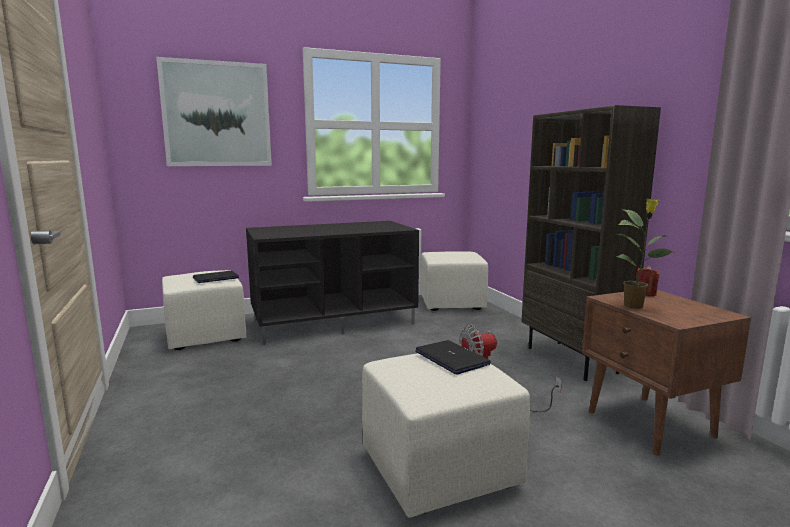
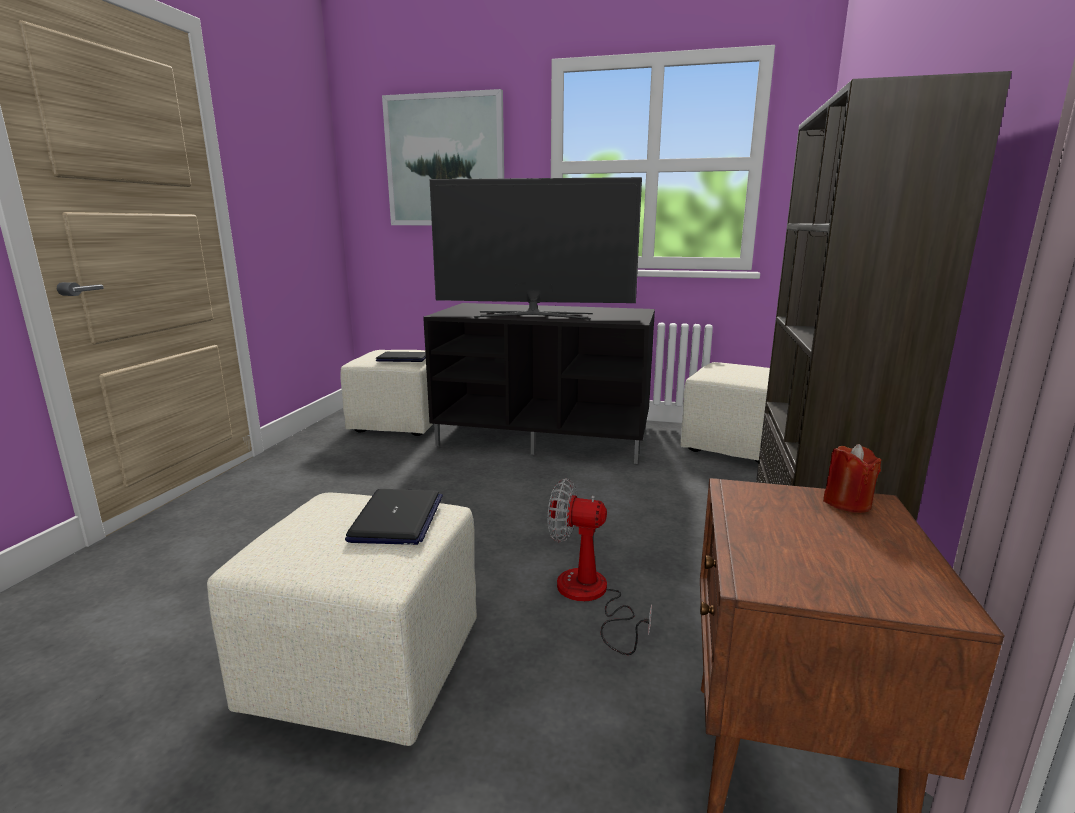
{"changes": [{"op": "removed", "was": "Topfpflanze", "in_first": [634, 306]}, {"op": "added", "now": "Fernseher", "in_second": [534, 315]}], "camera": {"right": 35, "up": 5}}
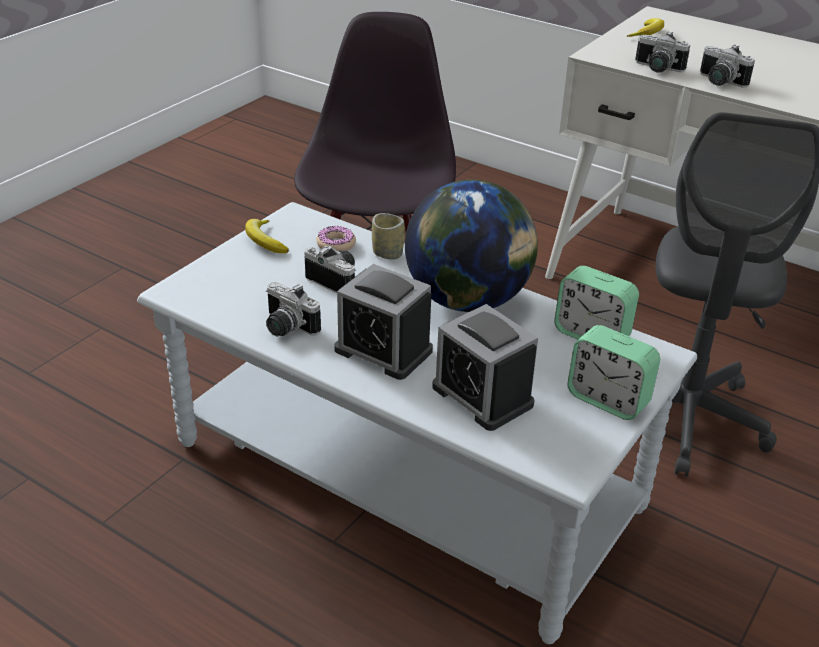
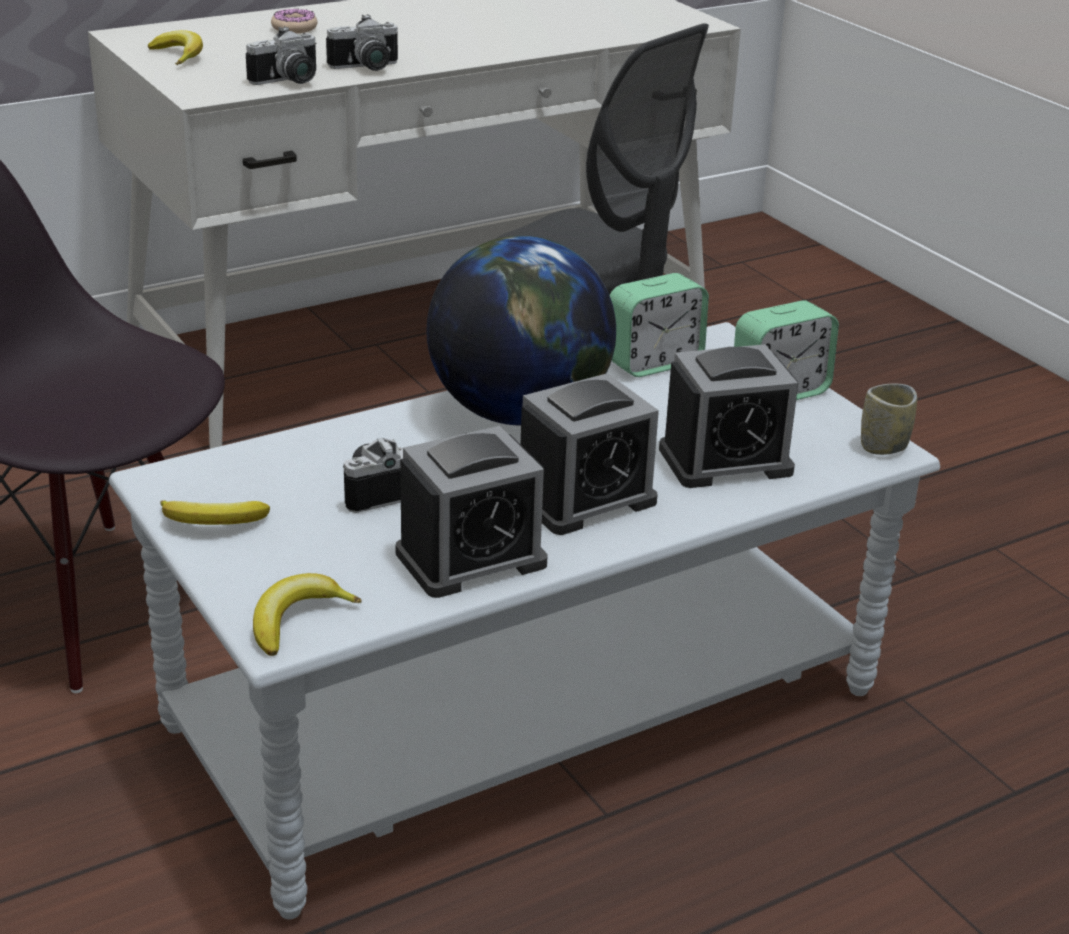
{"changes": [{"op": "moved", "was": "Tasse", "in_first": [387, 253], "in_second": [883, 446]}, {"op": "moved", "was": "Donut", "in_first": [336, 244], "in_second": [294, 28]}, {"op": "replaced", "was": "Kamera", "now": "Wecker", "in_first": [285, 327], "in_second": [471, 559]}, {"op": "added", "now": "Banane", "in_second": [297, 621]}], "camera": {"right": -65, "up": -5}}
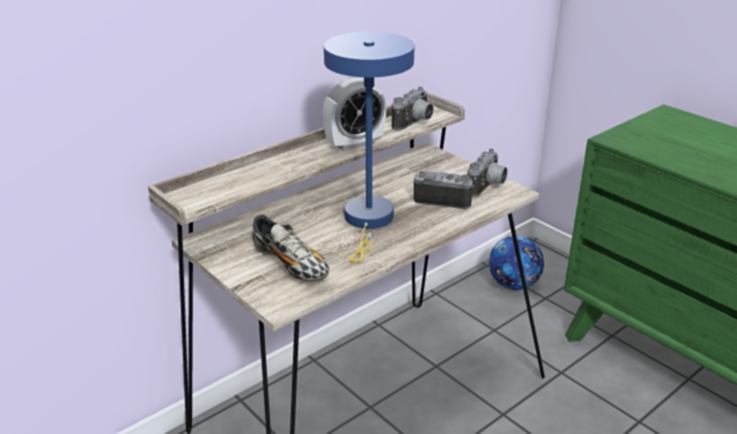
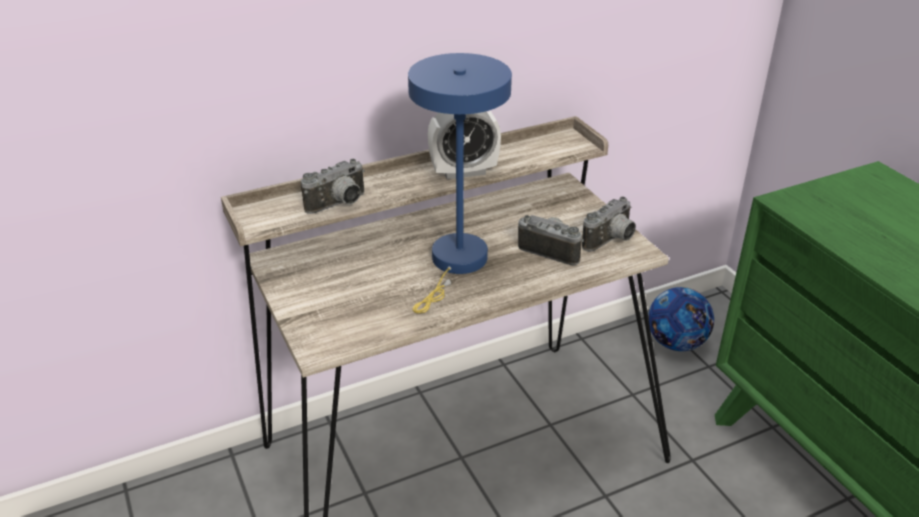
{"changes": [{"op": "moved", "was": "Kamera", "in_first": [415, 123], "in_second": [339, 205]}, {"op": "removed", "was": "Schuh", "in_first": [291, 266]}], "camera": {"right": 15, "up": 5}}
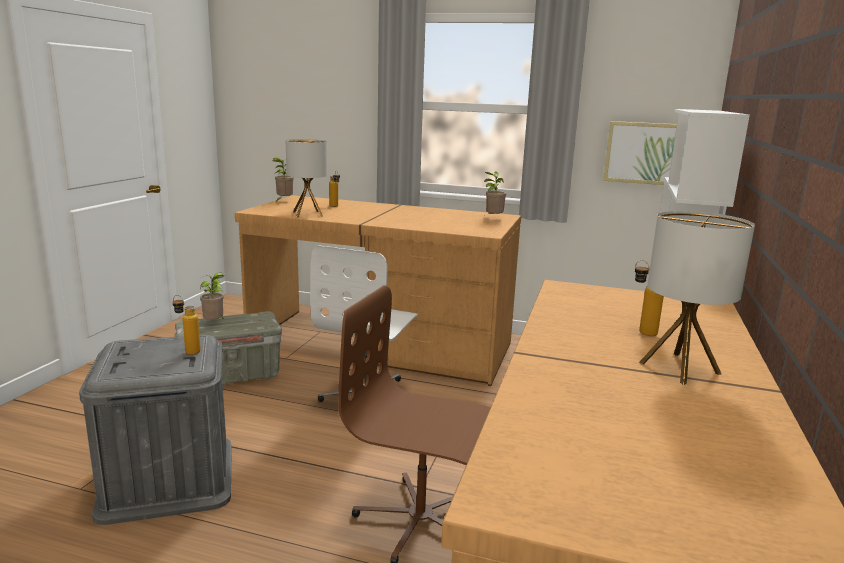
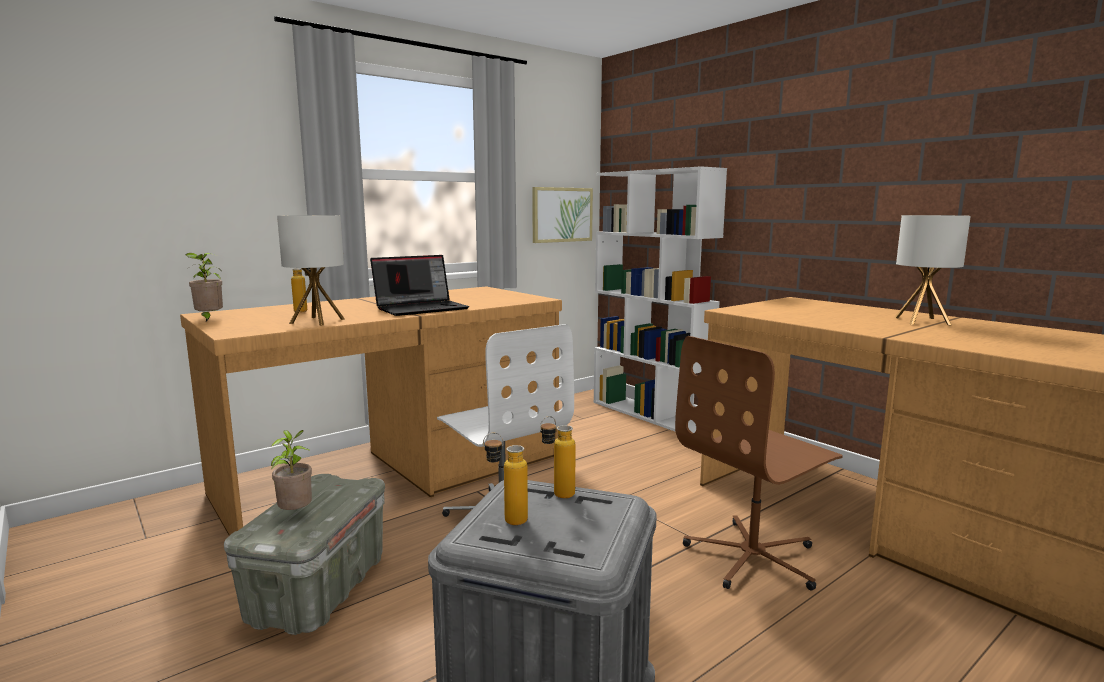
{"changes": [{"op": "removed", "was": "Topfpflanze", "in_first": [493, 218]}, {"op": "moved", "was": "Flasche", "in_first": [641, 331], "in_second": [506, 521]}, {"op": "added", "now": "Laptop", "in_second": [422, 308]}], "camera": {"right": -55, "up": -5}}
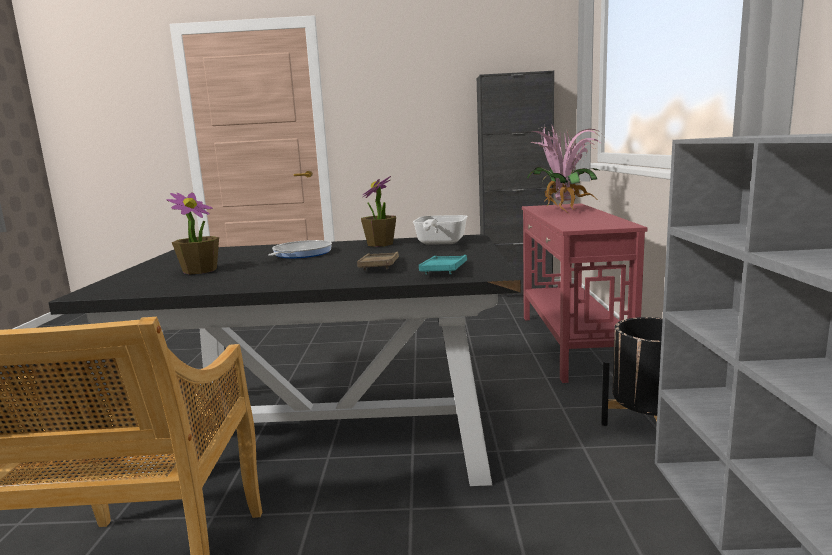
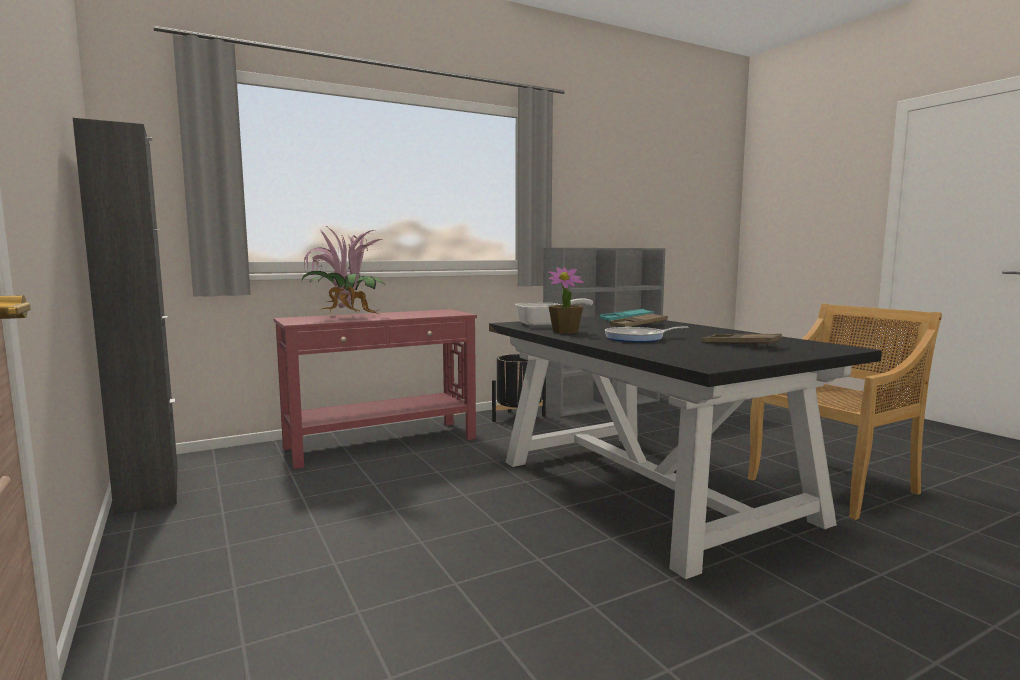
{"changes": [{"op": "replaced", "was": "Topfpflanze", "now": "Tablett (braun)", "in_first": [200, 270], "in_second": [740, 344]}], "camera": {"right": -120, "up": -5}}
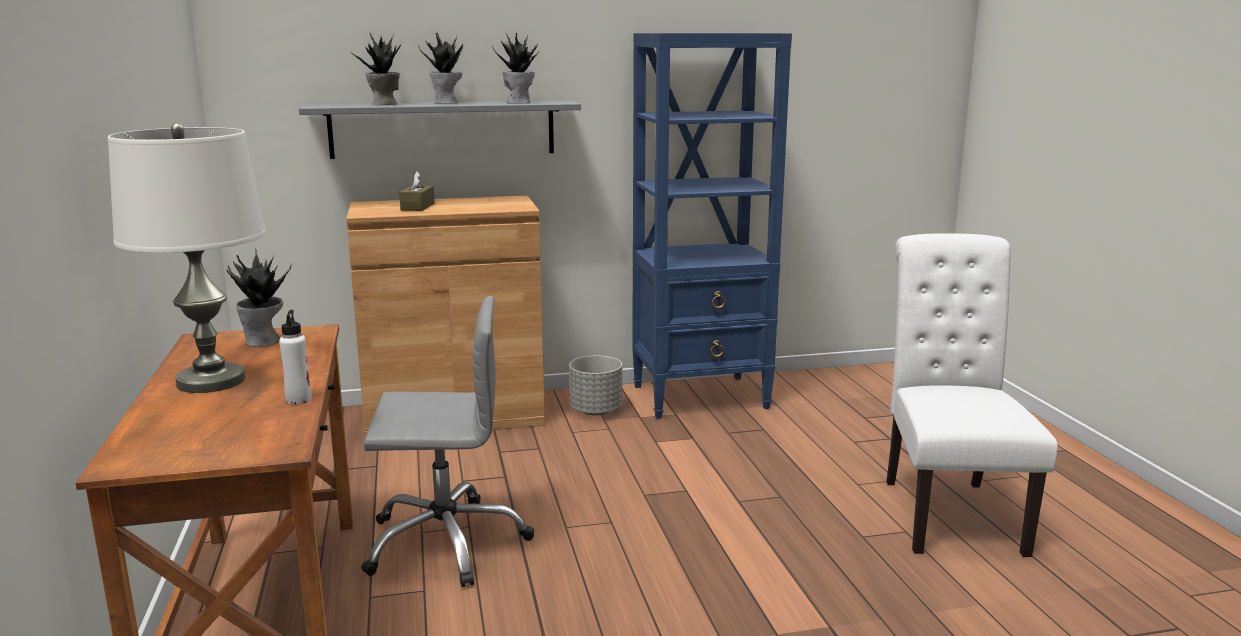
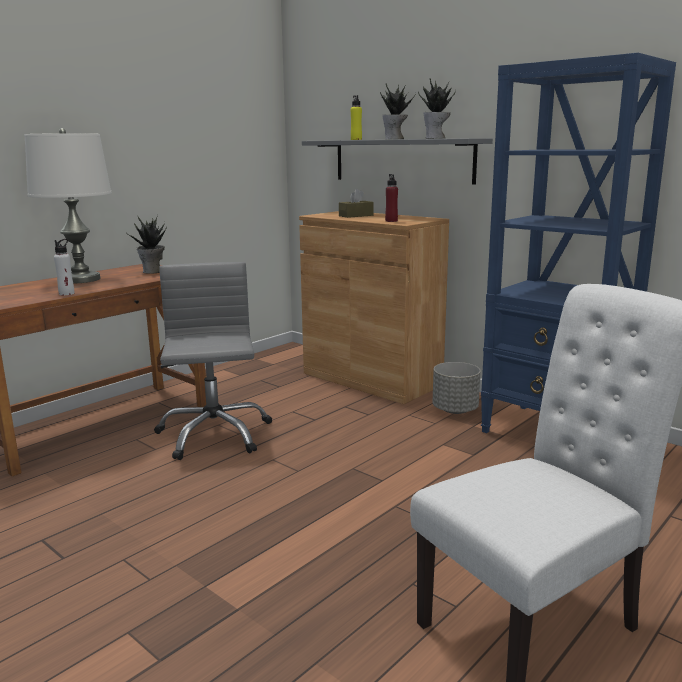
{"changes": [{"op": "replaced", "was": "Topfpflanze", "now": "Flasche (gelb)", "in_first": [384, 104], "in_second": [356, 139]}, {"op": "turned", "was": "Bürostuhl (grau)", "in_first": [446, 542], "in_second": [213, 434], "clockwise": -150}, {"op": "added", "now": "Flasche (rot)", "in_second": [391, 221]}], "camera": {"right": 55, "up": 0}}
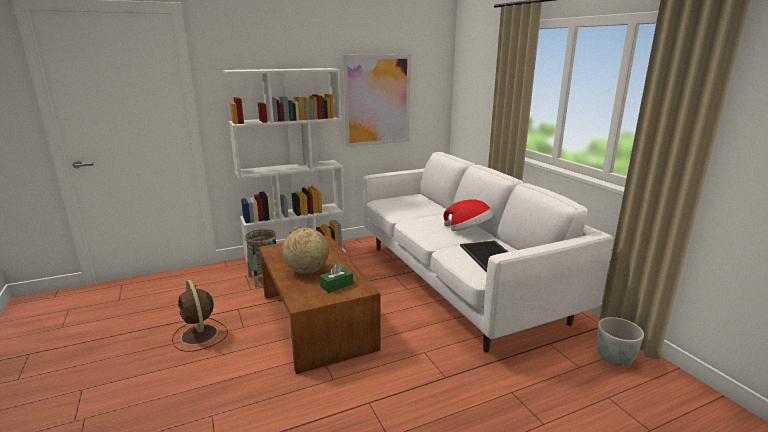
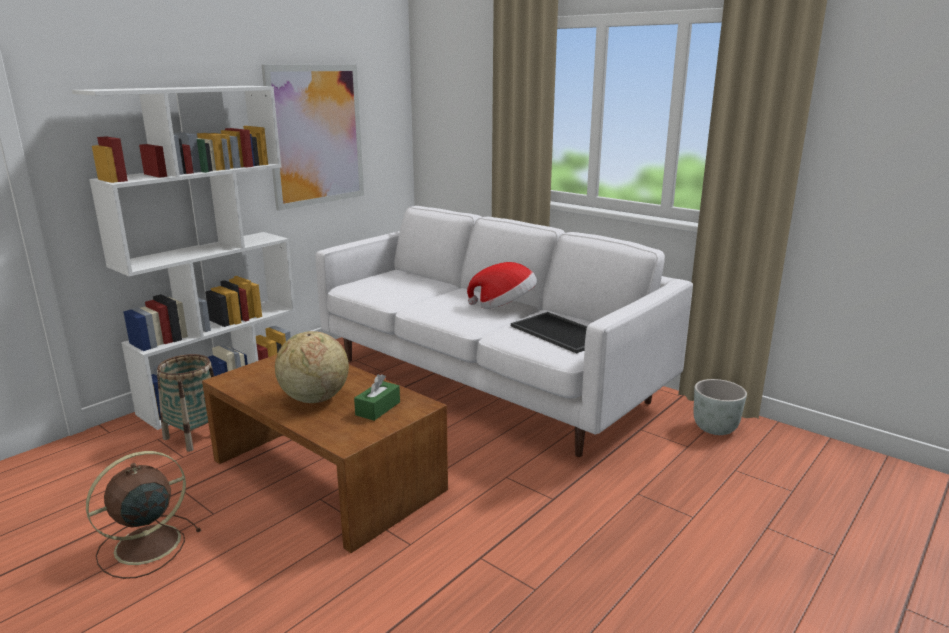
{"changes": [{"op": "turned", "was": "Ventilator (braun)", "in_first": [199, 335], "in_second": [144, 545], "clockwise": 105}], "camera": {"right": -25, "up": 0}}
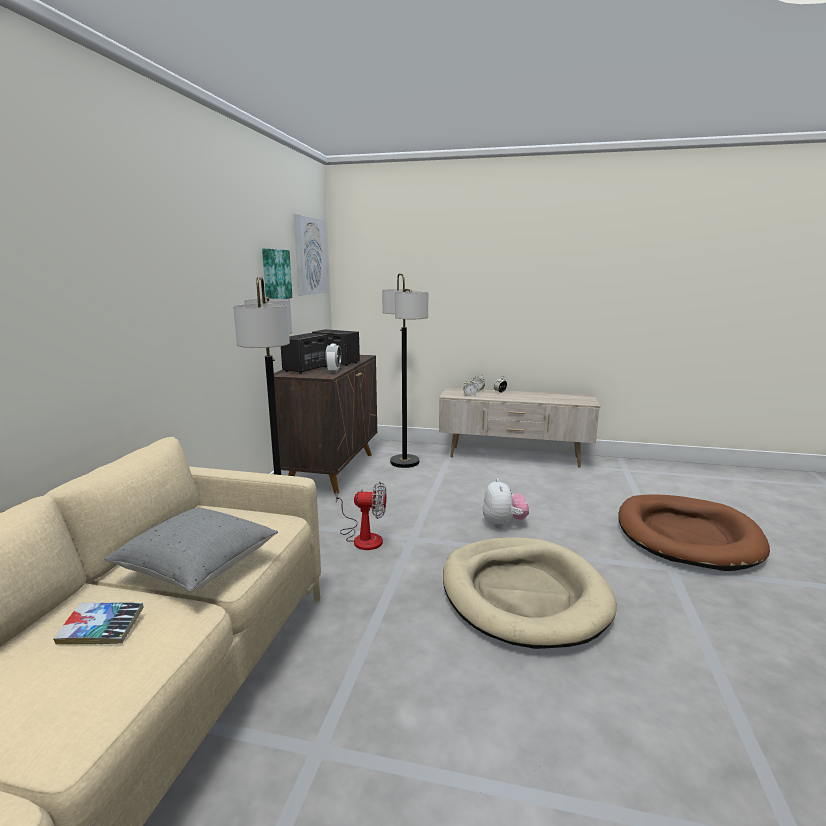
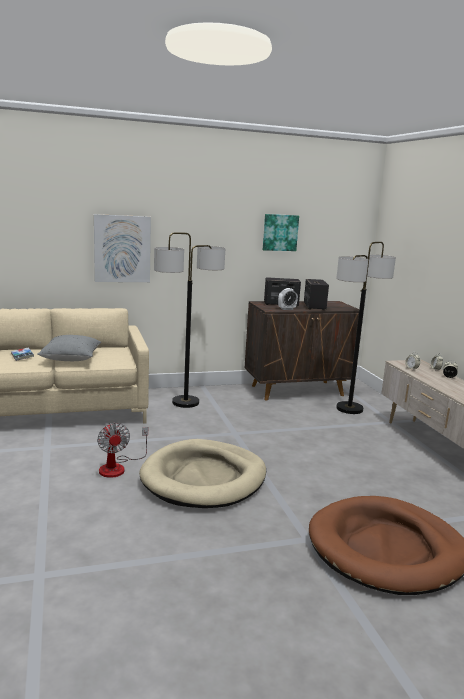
{"changes": [{"op": "moved", "was": "Bild", "in_first": [309, 256], "in_second": [122, 249]}, {"op": "removed", "was": "Plüschtier", "in_first": [503, 523]}, {"op": "moved", "was": "Ventilator", "in_first": [363, 537], "in_second": [118, 467]}], "camera": {"right": 60, "up": 0}}
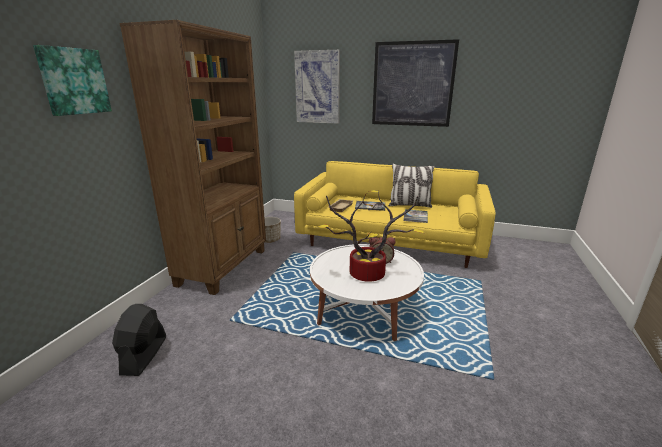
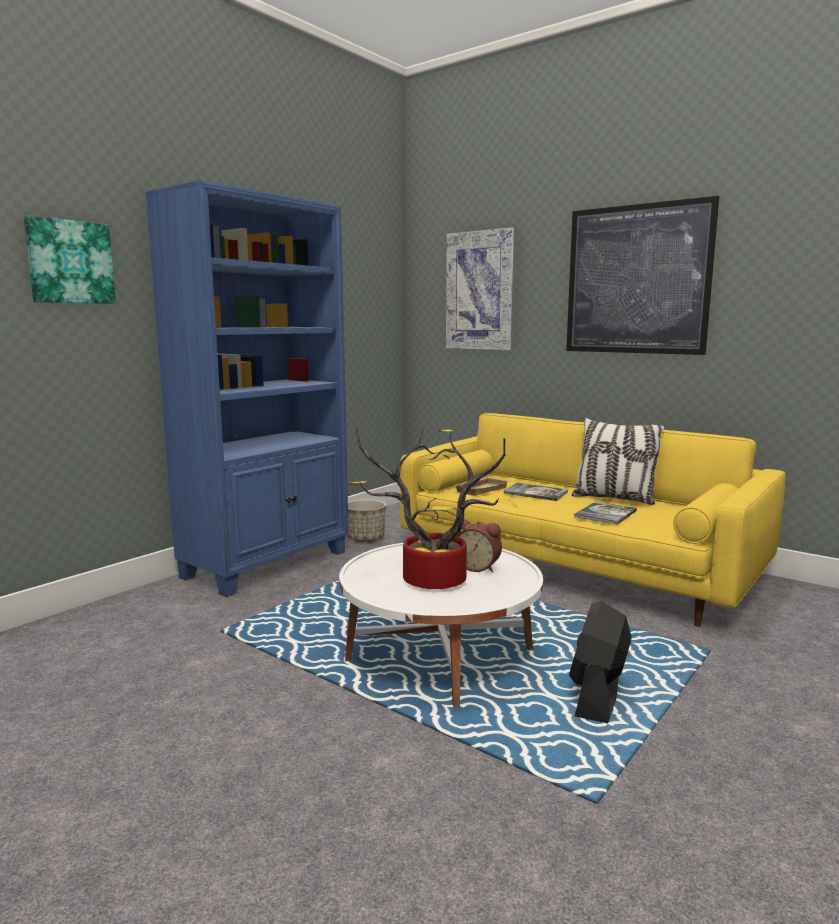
{"changes": [{"op": "recoloured", "was": "Bücherregal (braun)", "now": "Bücherregal (blau)", "in_first": [224, 267], "in_second": [268, 564]}, {"op": "moved", "was": "Ventilator (schwarz)", "in_first": [144, 355], "in_second": [597, 696]}], "camera": {"right": 20, "up": -10}}
